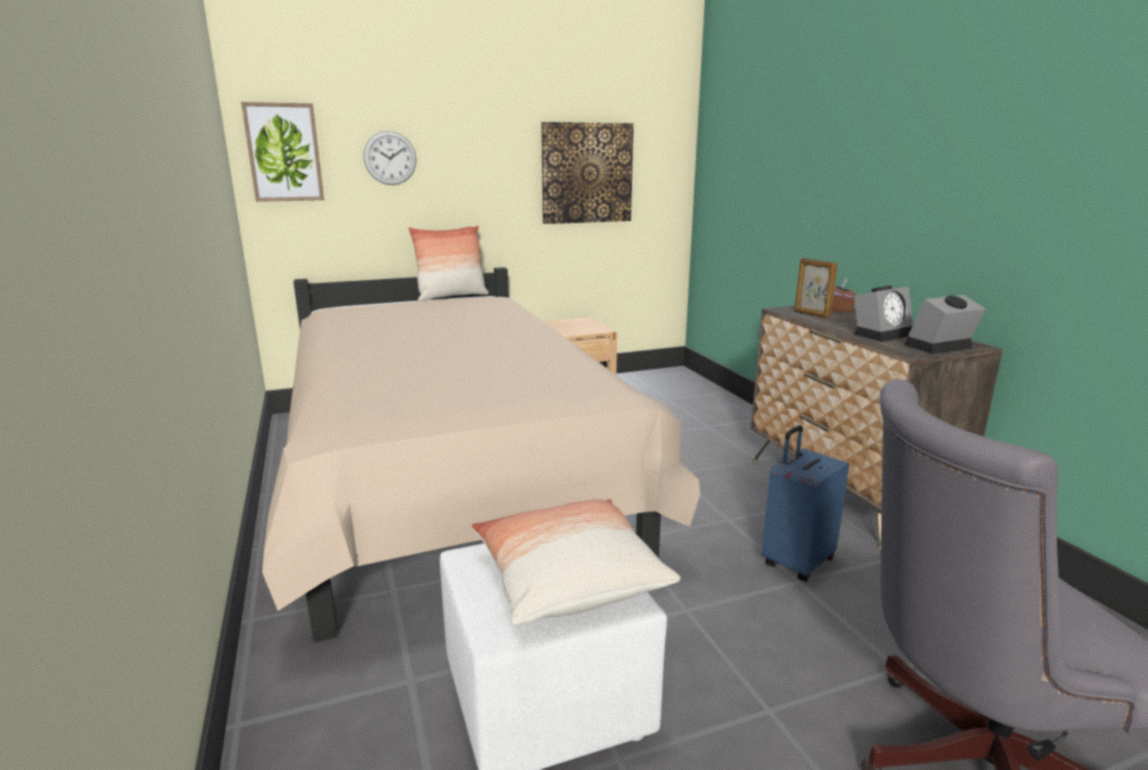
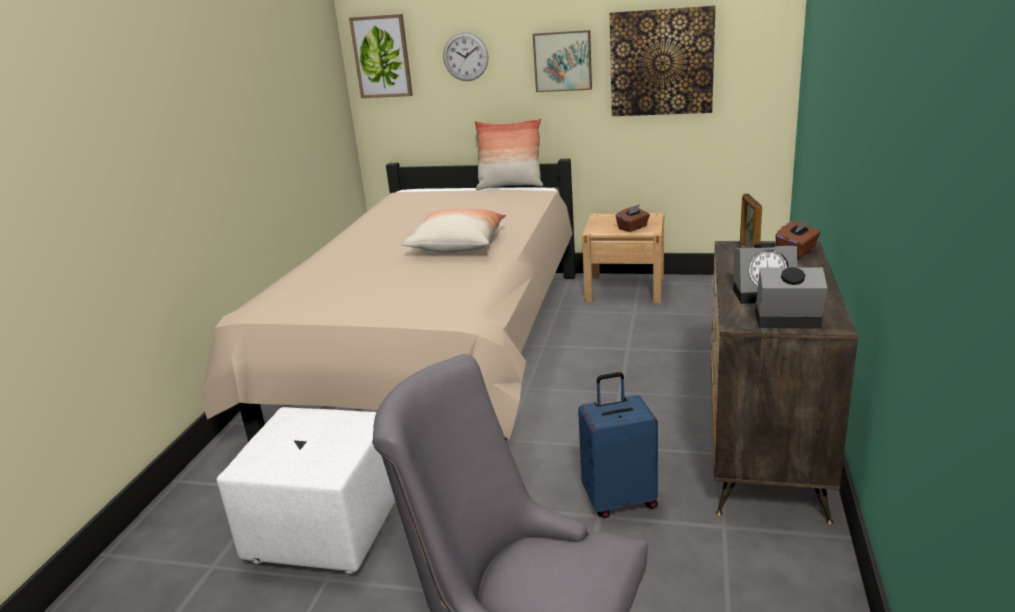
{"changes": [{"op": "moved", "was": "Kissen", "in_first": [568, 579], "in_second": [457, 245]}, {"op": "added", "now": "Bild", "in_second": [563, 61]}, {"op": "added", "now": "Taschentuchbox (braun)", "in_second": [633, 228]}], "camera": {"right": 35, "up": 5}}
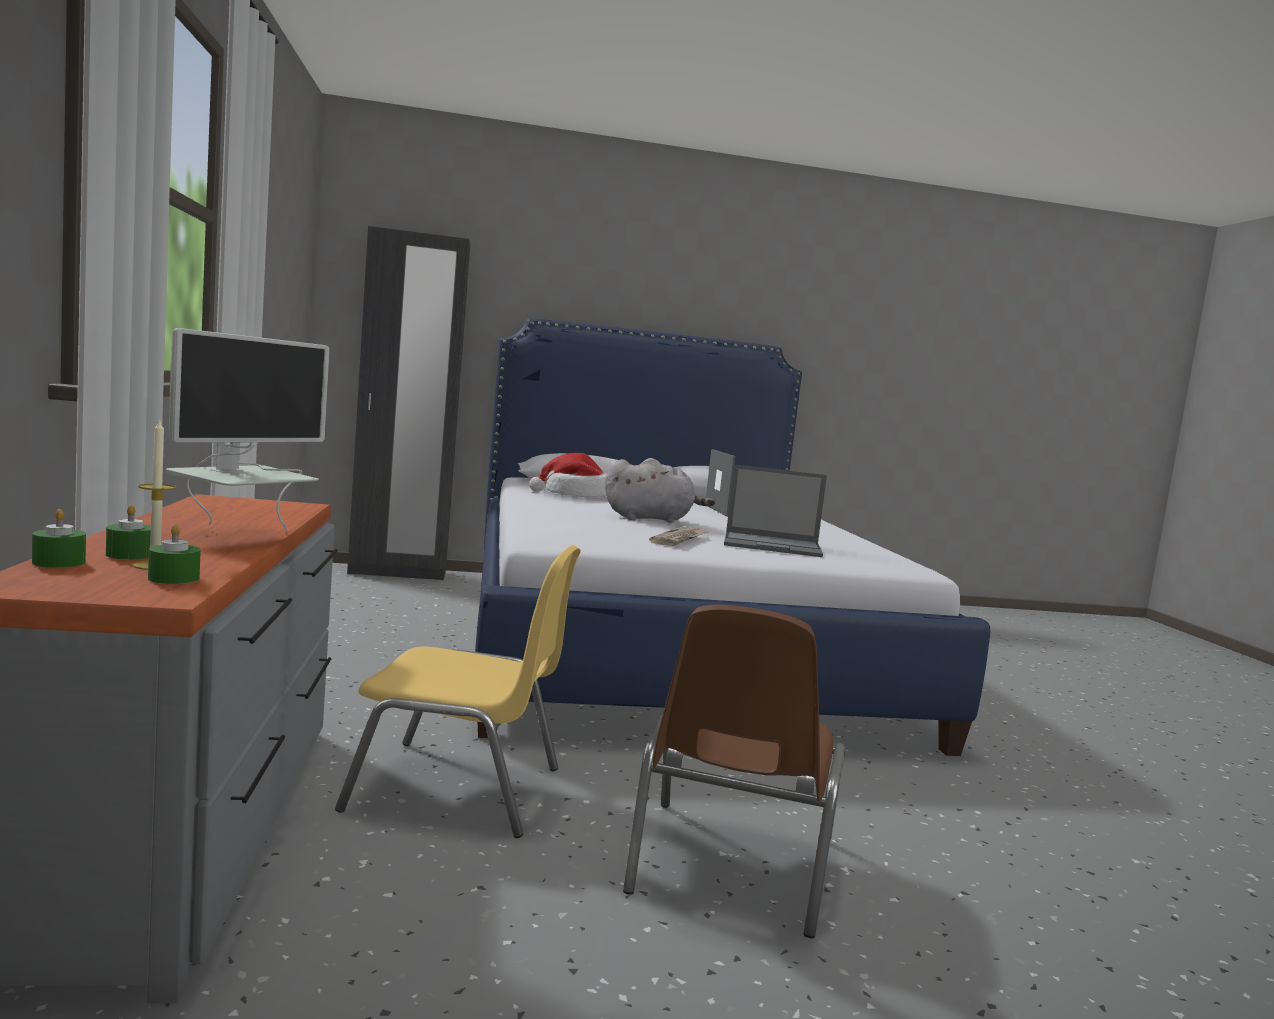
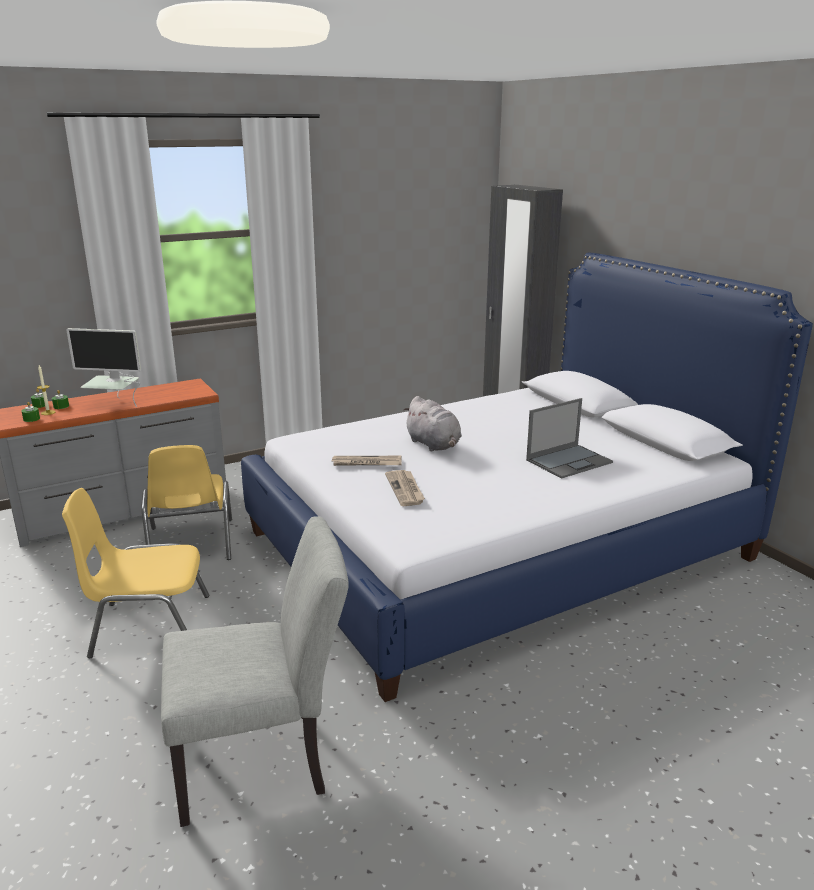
{"changes": [{"op": "removed", "was": "Hut", "in_first": [575, 495]}, {"op": "replaced", "was": "Laptop", "now": "Zeitung", "in_first": [773, 545], "in_second": [405, 489]}, {"op": "recoloured", "was": "Stuhl (braun)", "now": "Stuhl (gelb)", "in_first": [729, 866], "in_second": [149, 626]}, {"op": "added", "now": "Stuhl (grau)", "in_second": [264, 762]}], "camera": {"right": 70, "up": 15}}
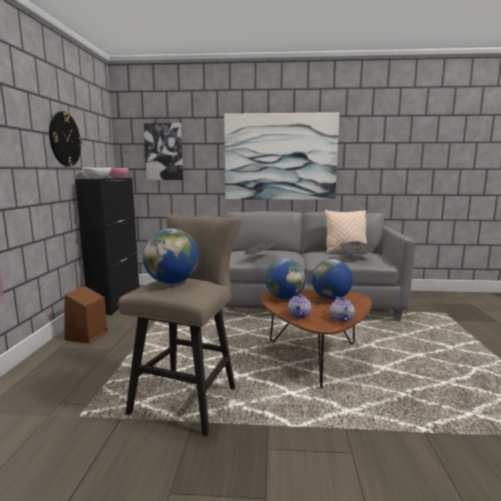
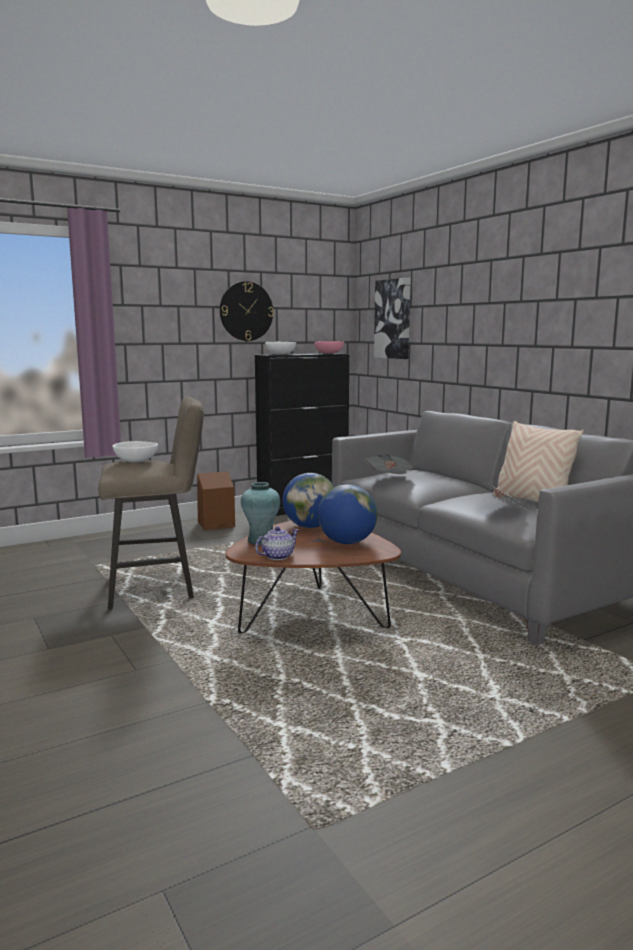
{"changes": [{"op": "removed", "was": "Bild", "in_first": [280, 157]}, {"op": "replaced", "was": "Globus", "now": "Schüssel (weiß)", "in_first": [172, 282], "in_second": [137, 461]}, {"op": "replaced", "was": "Teekanne", "now": "Vase (türkis)", "in_first": [299, 315], "in_second": [261, 540]}], "camera": {"right": 55, "up": 0}}
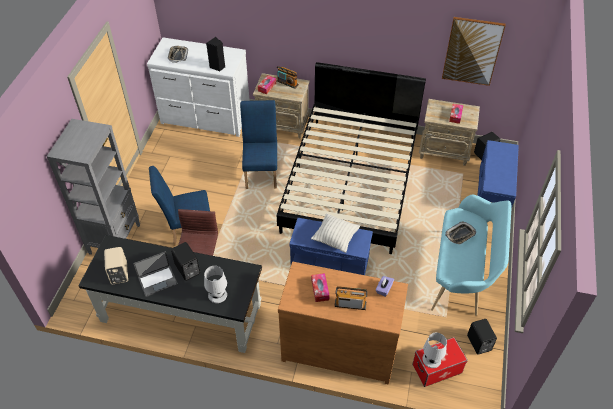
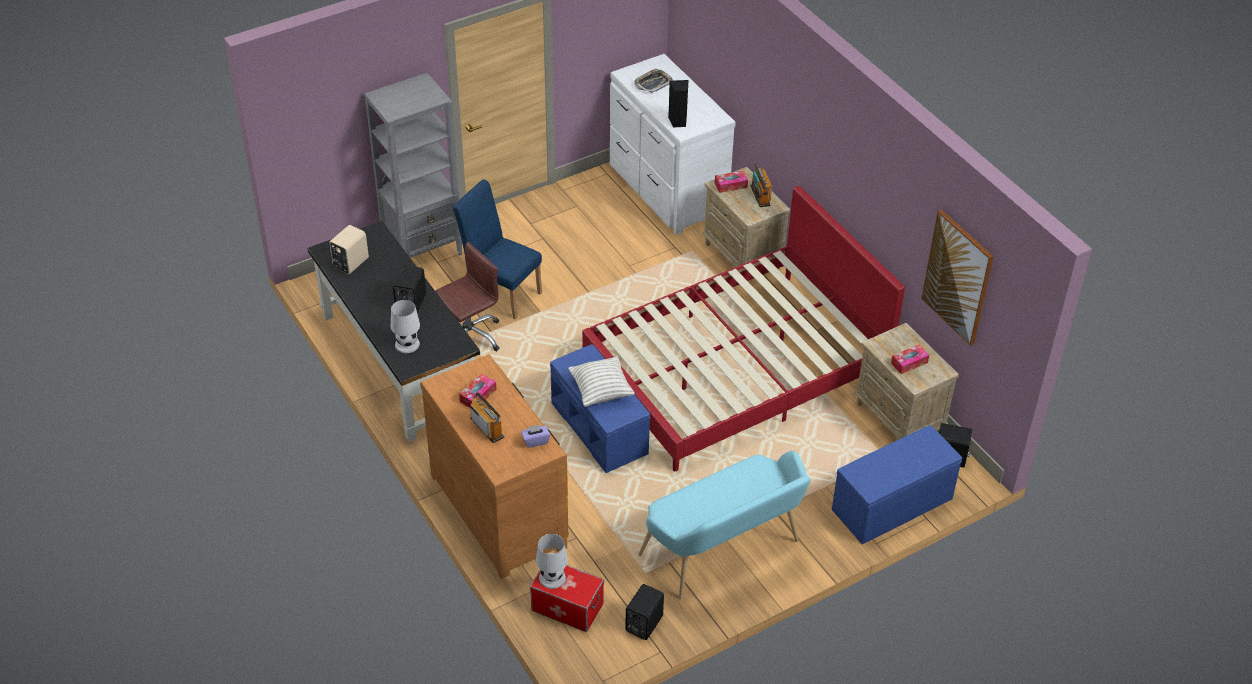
{"changes": [{"op": "recoloured", "was": "Bett (schwarz)", "now": "Bett (rot)", "in_first": [351, 181], "in_second": [736, 369]}, {"op": "removed", "was": "Stuhl (blau)", "in_first": [262, 172]}, {"op": "removed", "was": "Tablett", "in_first": [460, 234]}, {"op": "removed", "was": "Laptop", "in_first": [158, 280]}], "camera": {"right": 45, "up": -5}}
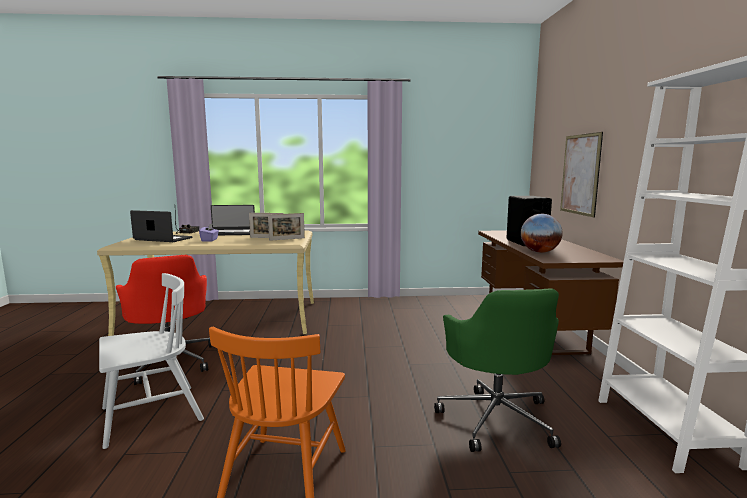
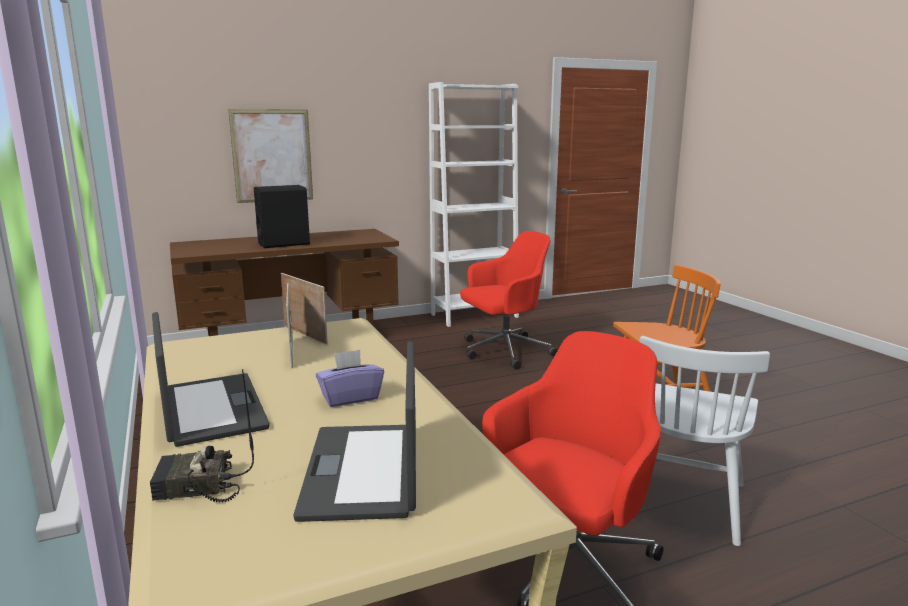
{"changes": [{"op": "removed", "was": "Globus", "in_first": [539, 252]}, {"op": "turned", "was": "Stuhl (weiß)", "in_first": [151, 415], "in_second": [685, 501], "clockwise": -105}, {"op": "recoloured", "was": "Bürostuhl (grün)", "now": "Bürostuhl (rot)", "in_first": [496, 418], "in_second": [504, 351]}], "camera": {"right": -110, "up": 5}}
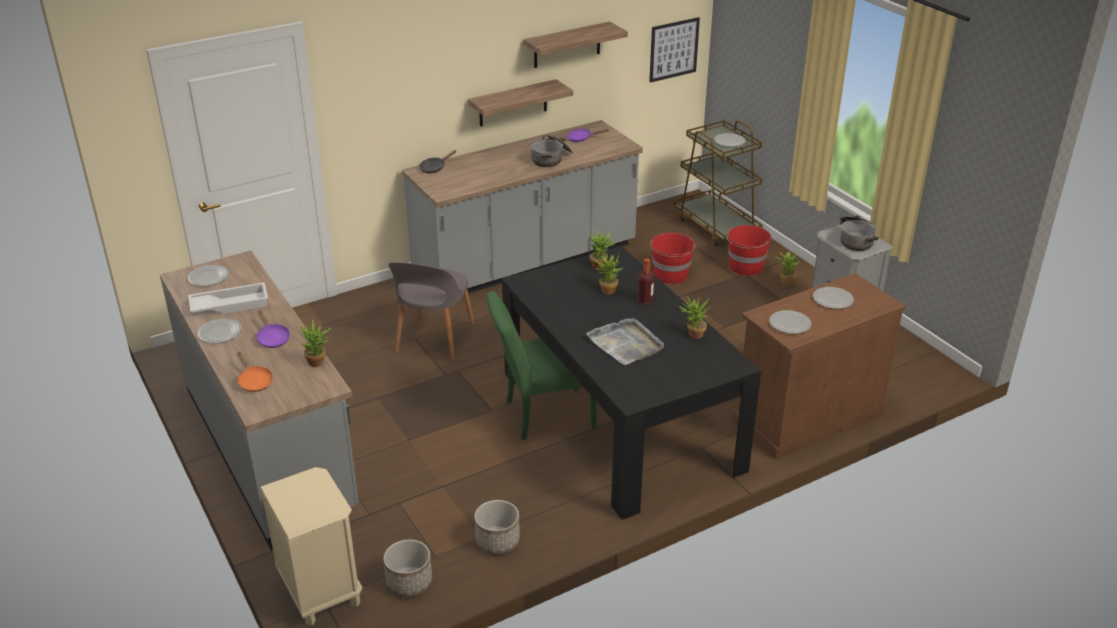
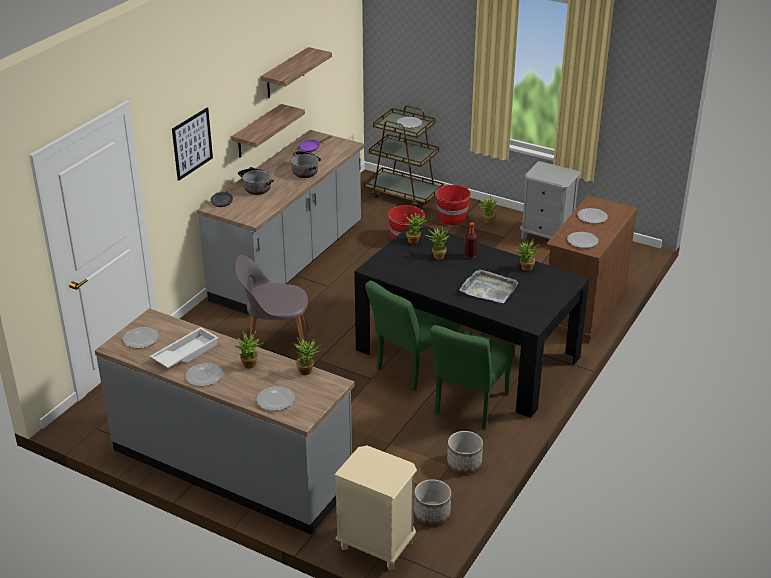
{"changes": [{"op": "moved", "was": "Bild", "in_first": [674, 49], "in_second": [192, 143]}, {"op": "moved", "was": "Kochtopf", "in_first": [855, 240], "in_second": [255, 186]}, {"op": "turned", "was": "Stuhl (grau)", "in_first": [434, 339], "in_second": [276, 343], "clockwise": 105}, {"op": "replaced", "was": "Pfanne (lila)", "now": "Topfpflanze", "in_first": [272, 338], "in_second": [250, 366]}, {"op": "replaced", "was": "Pfanne (orange)", "now": "Teller", "in_first": [254, 381], "in_second": [275, 400]}, {"op": "added", "now": "Stuhl (grün)", "in_second": [468, 407]}], "camera": {"right": -30, "up": 0}}
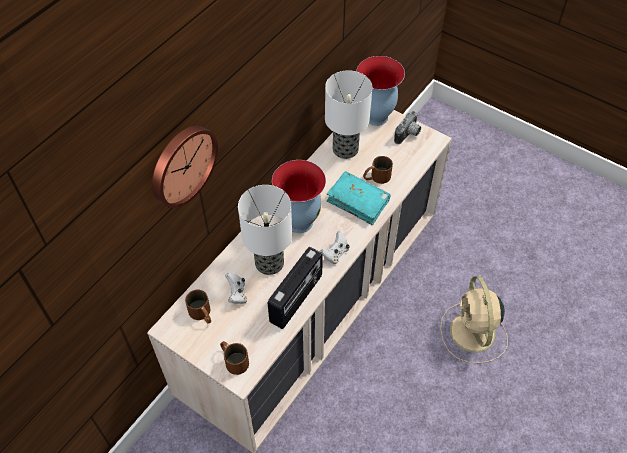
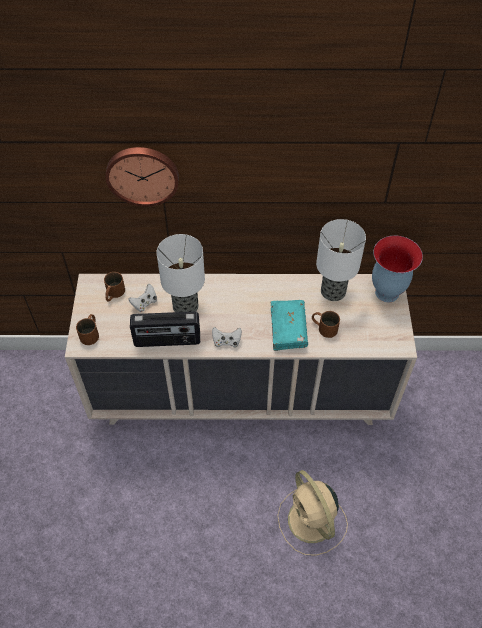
{"changes": [{"op": "removed", "was": "Kamera", "in_first": [408, 135]}, {"op": "removed", "was": "Vase", "in_first": [299, 221]}, {"op": "turned", "was": "Ventilator (beige)", "in_first": [473, 334], "in_second": [312, 522], "clockwise": -75}], "camera": {"right": 55, "up": 0}}
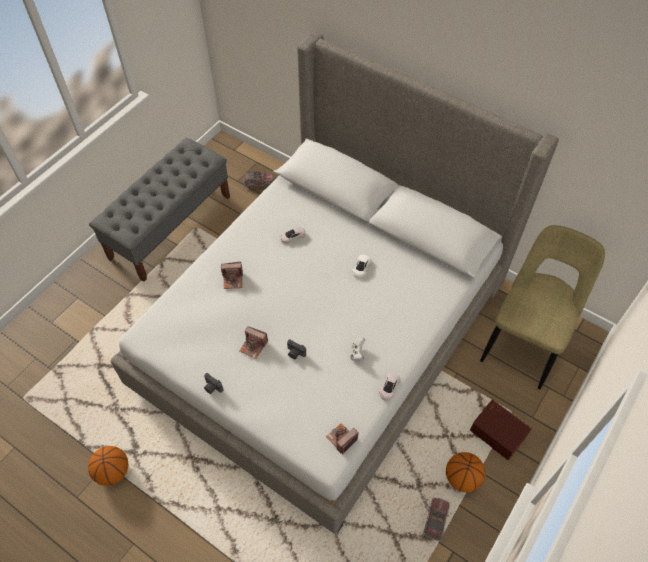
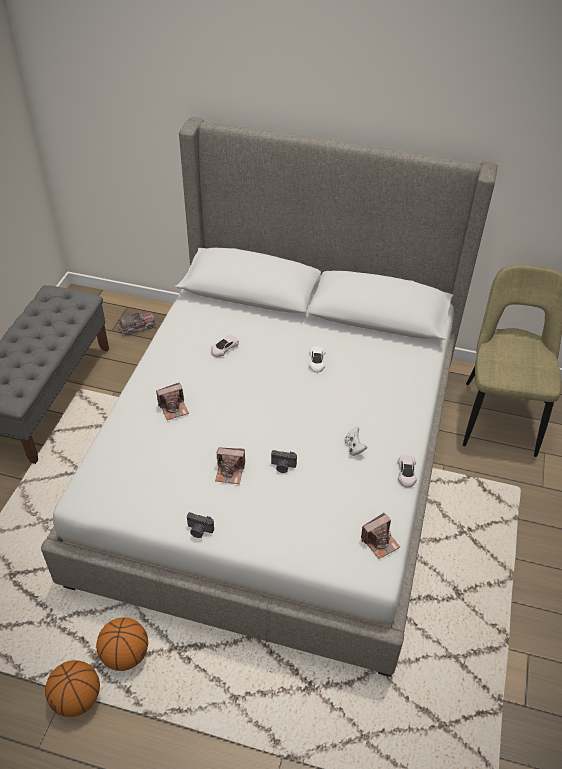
{"changes": [{"op": "removed", "was": "Aufbewahrungsbox (braun)", "in_first": [498, 432]}, {"op": "turned", "was": "Kamera", "in_first": [342, 439], "in_second": [380, 542], "clockwise": -150}, {"op": "moved", "was": "Basketball", "in_first": [462, 478], "in_second": [125, 655]}, {"op": "removed", "was": "Spielzeuglaster", "in_first": [436, 520]}], "camera": {"right": -20, "up": -10}}
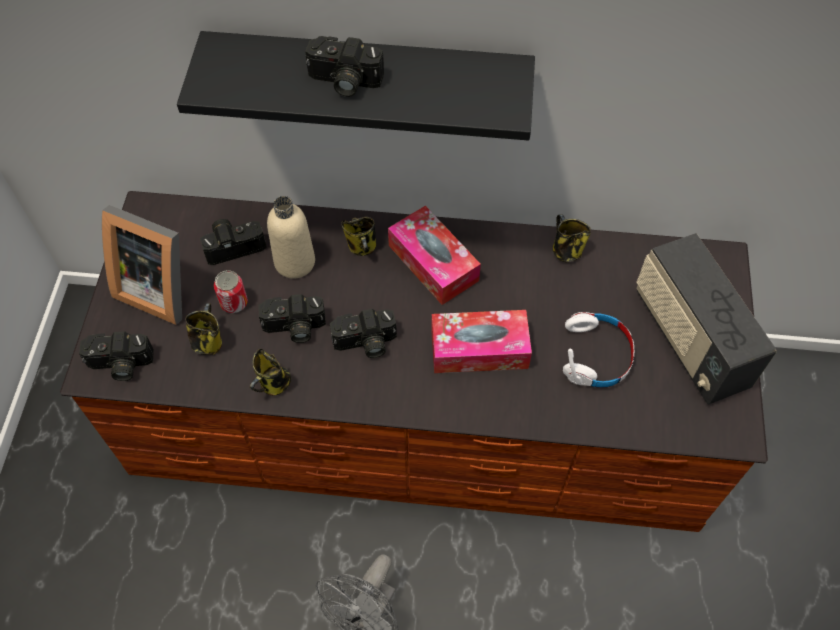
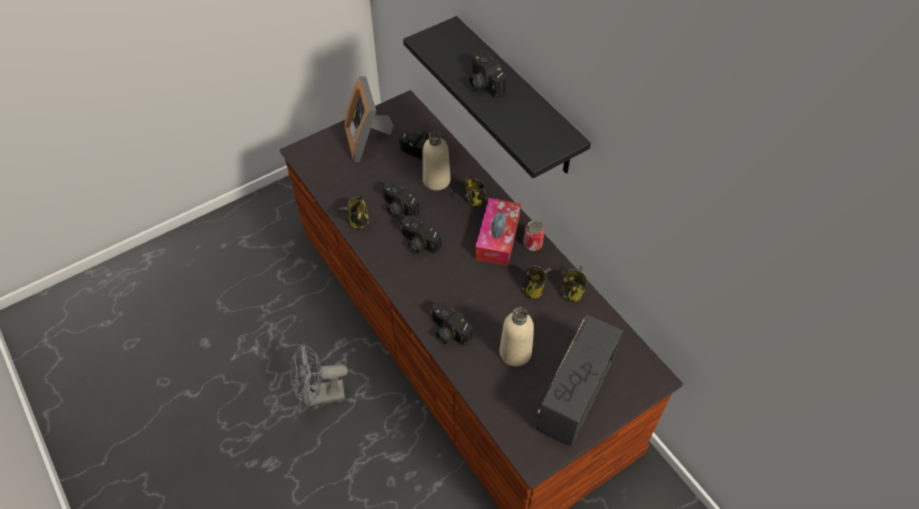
{"changes": [{"op": "moved", "was": "Dose", "in_first": [234, 303], "in_second": [532, 244]}, {"op": "moved", "was": "Henkelbecher", "in_first": [208, 341], "in_second": [534, 289]}, {"op": "removed", "was": "Taschentuchbox", "in_first": [479, 349]}, {"op": "replaced", "was": "Kopfhörer (weiß)", "now": "Flasche (beige)", "in_first": [596, 355], "in_second": [515, 353]}, {"op": "moved", "was": "Kamera", "in_first": [120, 365], "in_second": [447, 331]}], "camera": {"right": 50, "up": -5}}
